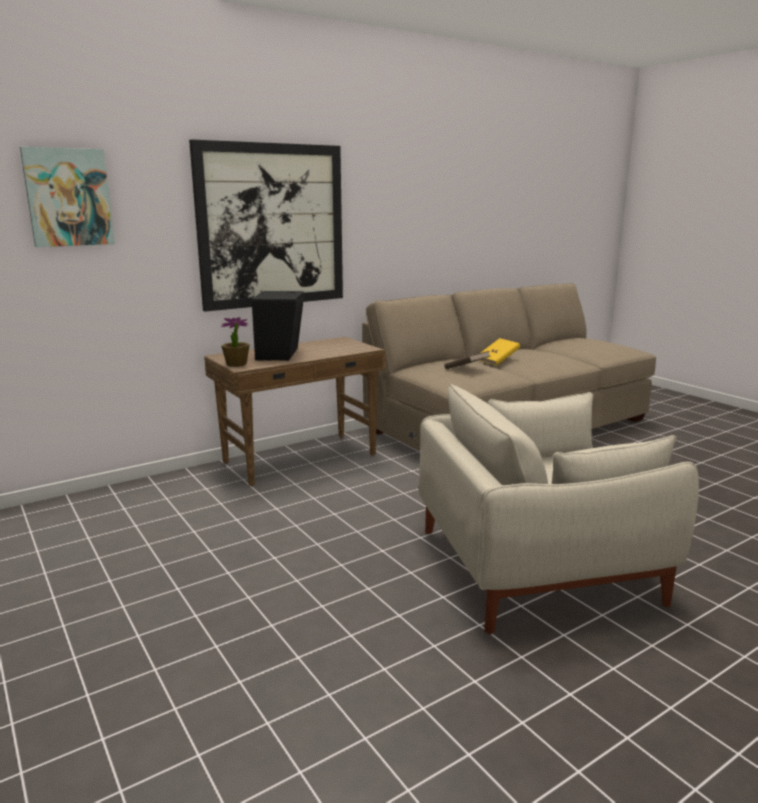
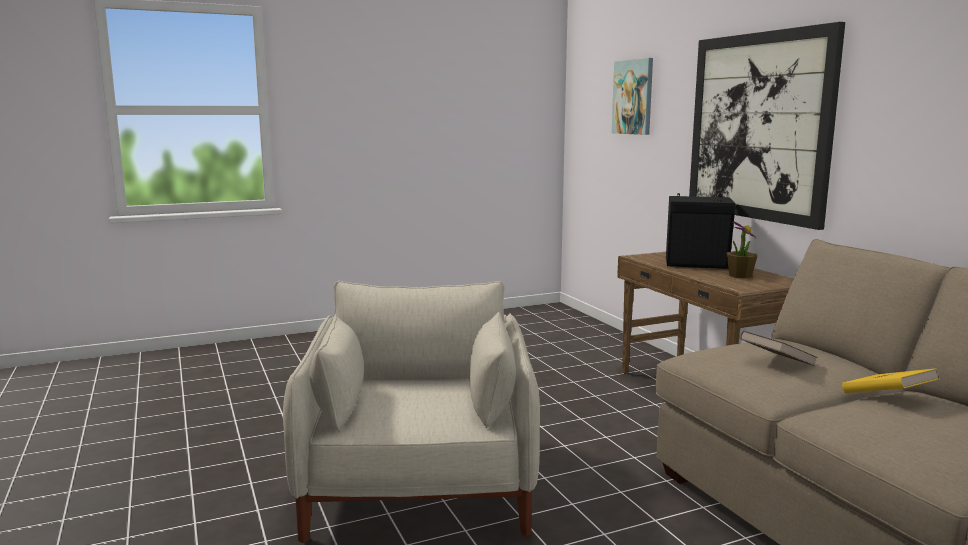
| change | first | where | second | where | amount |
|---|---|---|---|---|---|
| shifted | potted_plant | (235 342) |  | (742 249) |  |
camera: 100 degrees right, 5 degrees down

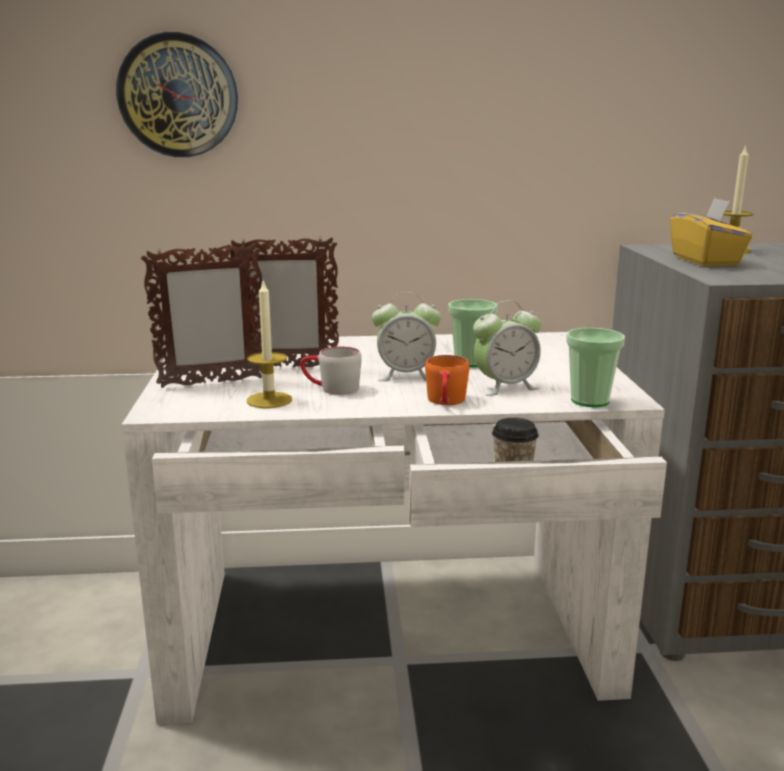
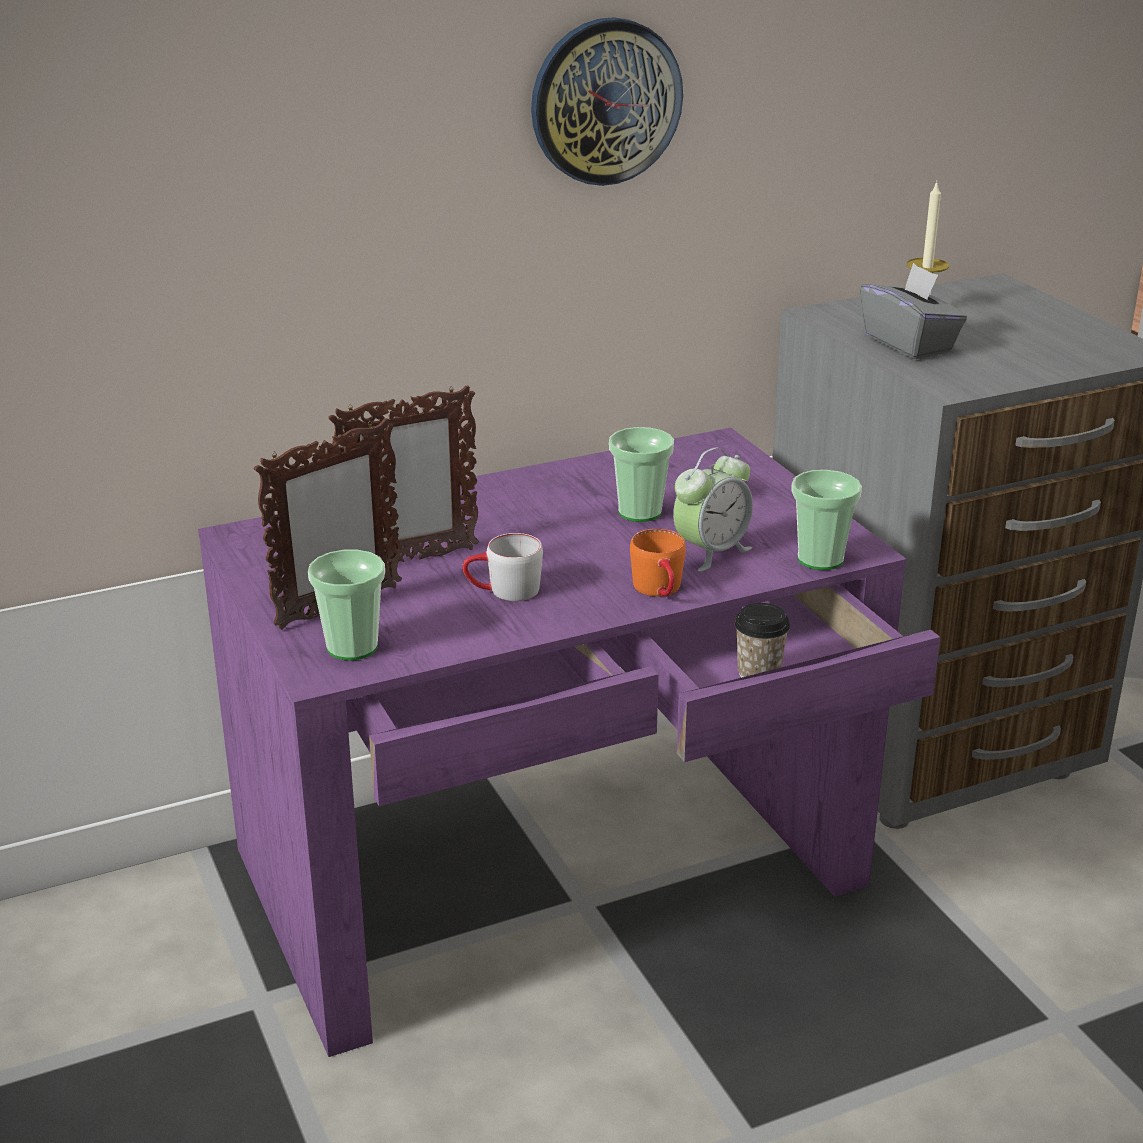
| change | first | where | second | where | amount |
|---|---|---|---|---|---|
| gone | candle | (269 343) |  |  |  |
| gone | alarm_clock | (406 336) |  |  |  |
| new |  |  | cup | (346 605) |  |
| shifted | wall_clock | (177 94) |  | (607 101) |  |
| repainted | white_desk | (394 528) | purple_desk | (569 742) |  |
| repainted | yellow_tissue_box | (711 232) | grey_tissue_box | (913 311) |  |
camera: 20 degrees left, 10 degrees up

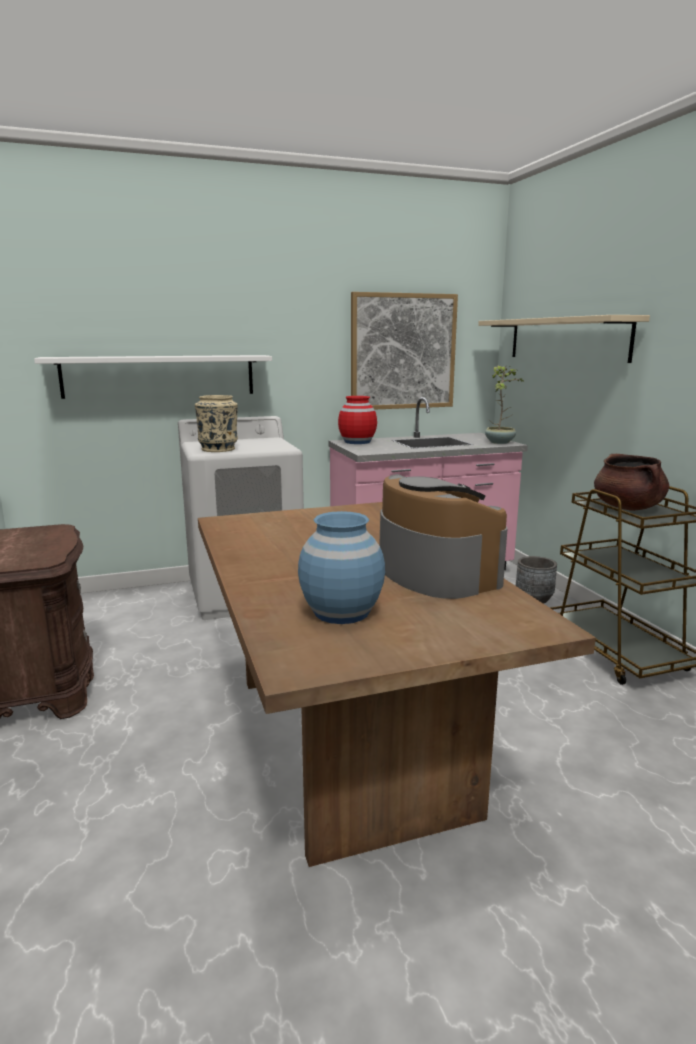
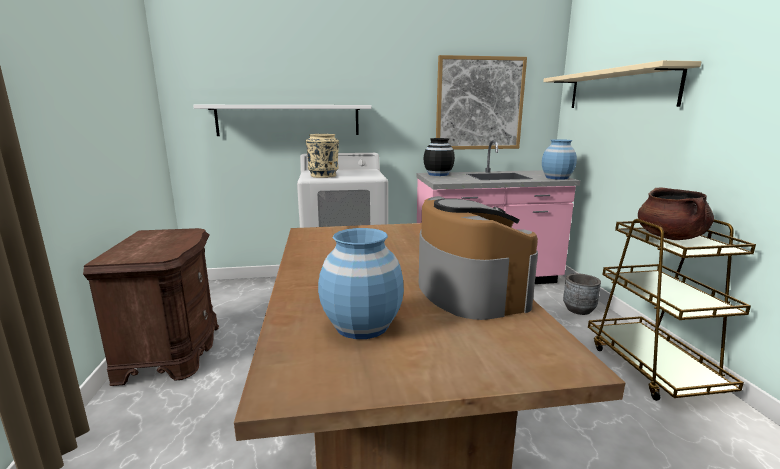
| change | first | where | second | where | amount |
|---|---|---|---|---|---|
| swapped | potted_plant | (505 405) | blue_vase | (559 159) |  |
| repainted | red_vase | (357 420) | black_vase | (439 157) |  |
camera: 10 degrees right, 0 degrees up

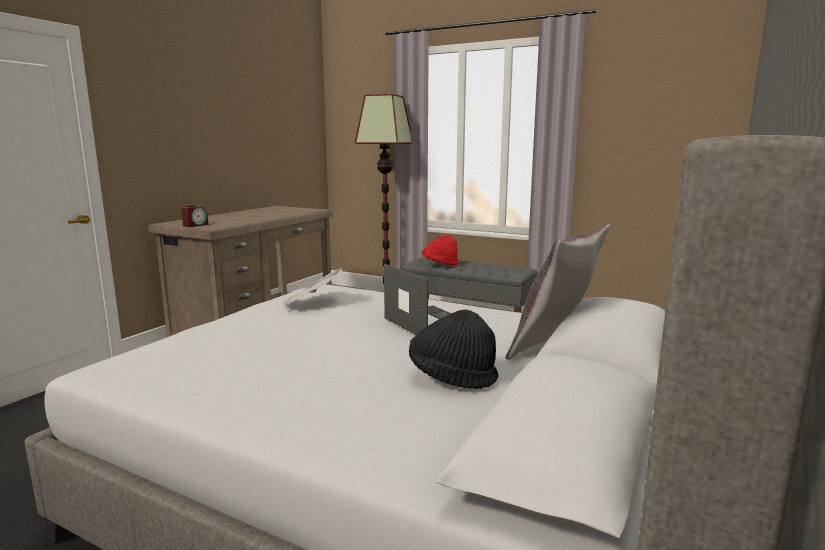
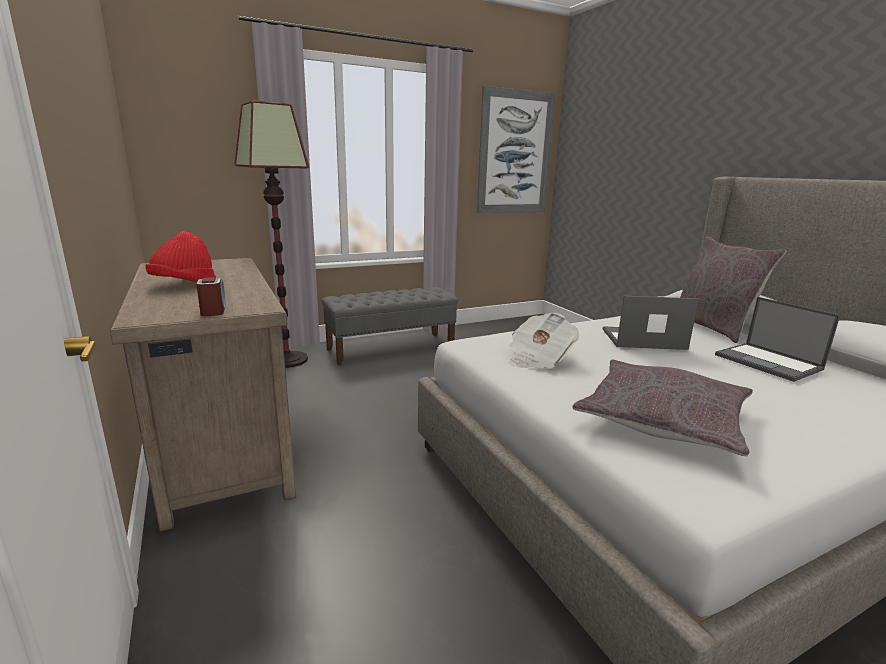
| change | first | where | second | where | amount |
|---|---|---|---|---|---|
| new |  |  | picture | (516 149) |  |
| new |  |  | grey_pillow | (662 408) |  |
| shifted | red_hat | (440 250) |  | (181 256) |  |
| swapped | black_hat | (453 349) | laptop | (777 339) |  |
camera: 55 degrees left, 5 degrees up

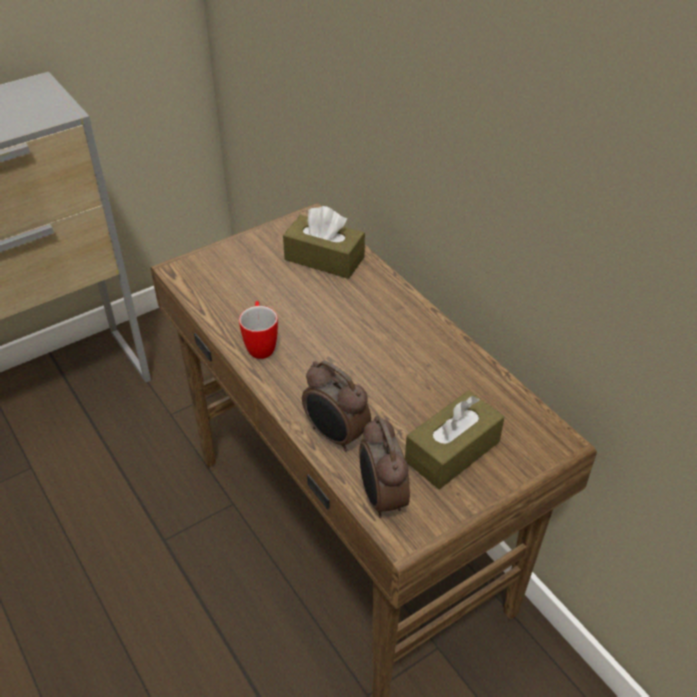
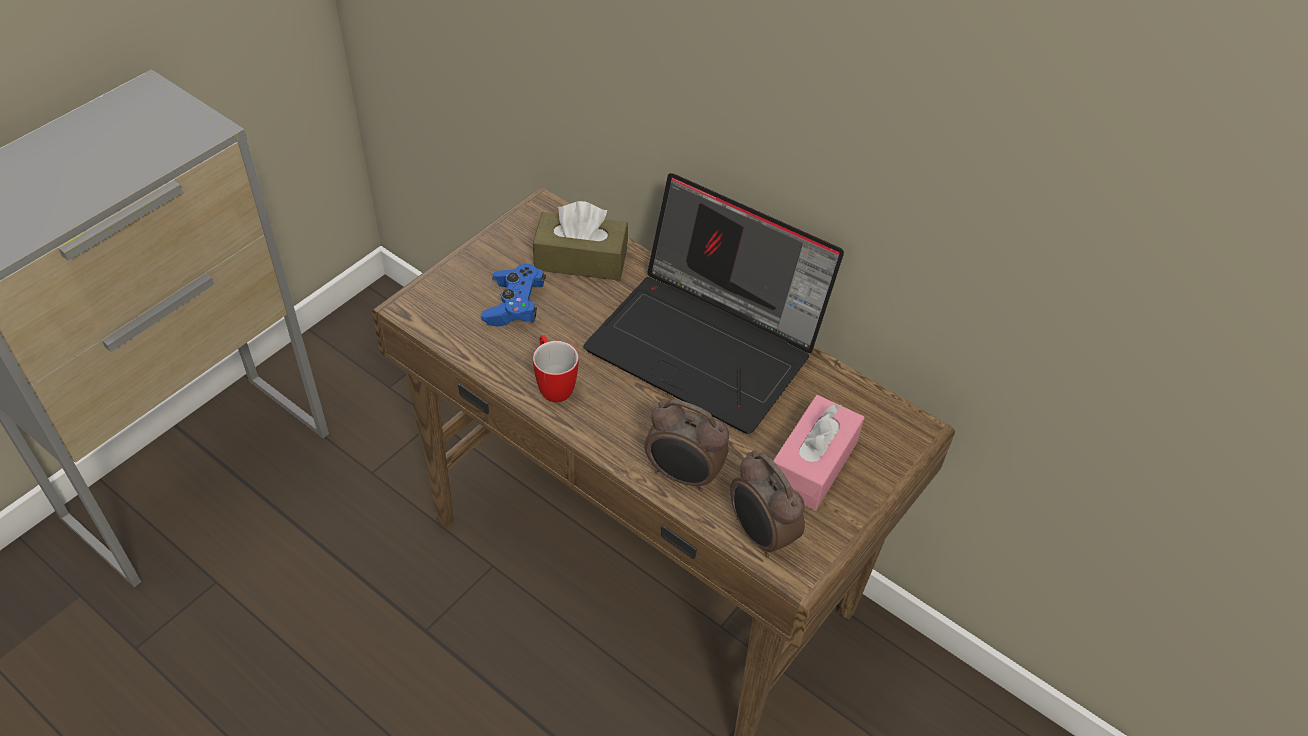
| change | first | where | second | where | amount |
|---|---|---|---|---|---|
| new |  |  | blue_game_controller | (513 295) |  |
| new |  |  | laptop | (713 303) |  |
| repainted | brown_tissue_box | (454 440) | pink_tissue_box | (819 453) |  |
camera: 20 degrees left, 5 degrees up

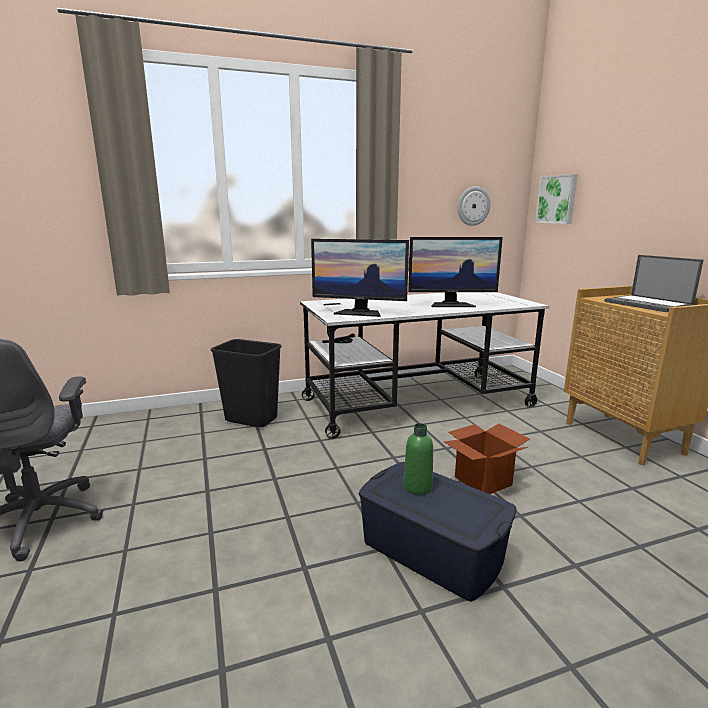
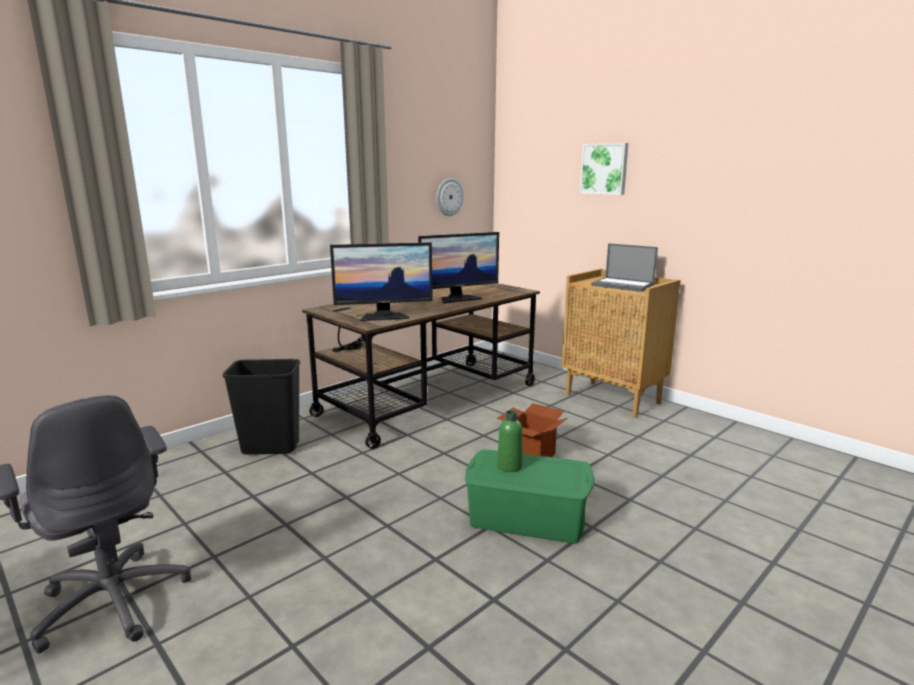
| change | first | where | second | where | amount |
|---|---|---|---|---|---|
| shifted | picture | (556 199) |  | (604 169) |  |
| repainted | white_desk | (425 365) | brown_desk | (421 366) |  |
| repainted | blue_storage_box | (437 532) | green_storage_box | (529 496) |  |
camera: 25 degrees left, 0 degrees up

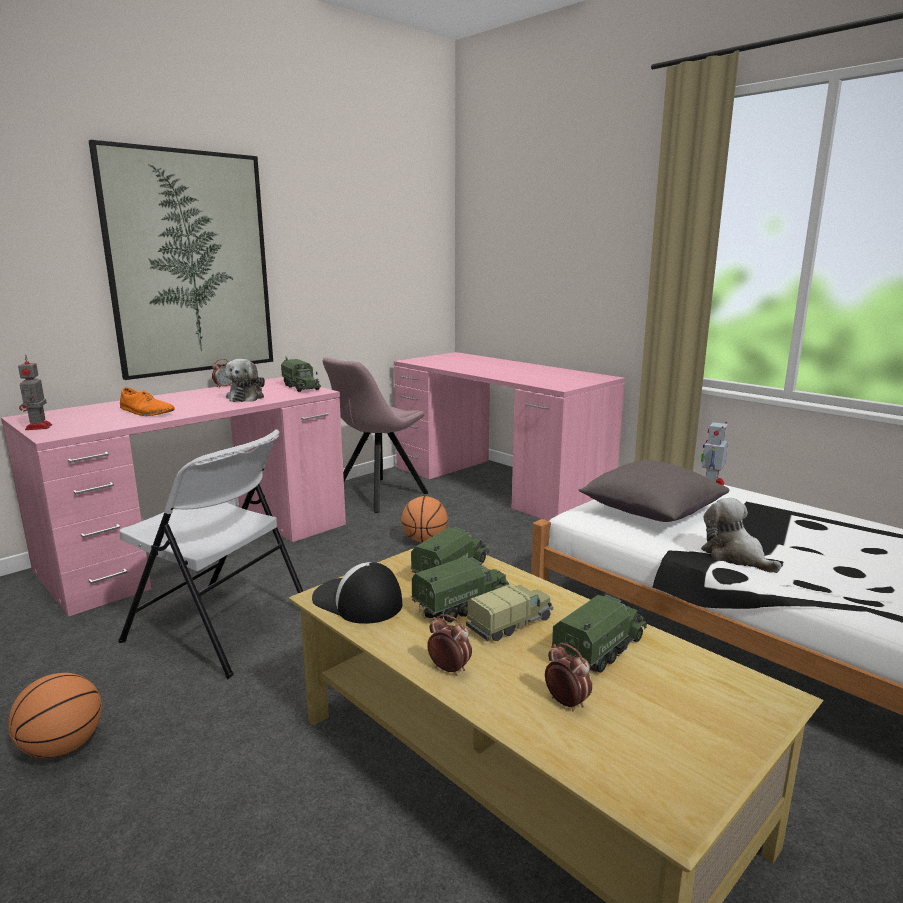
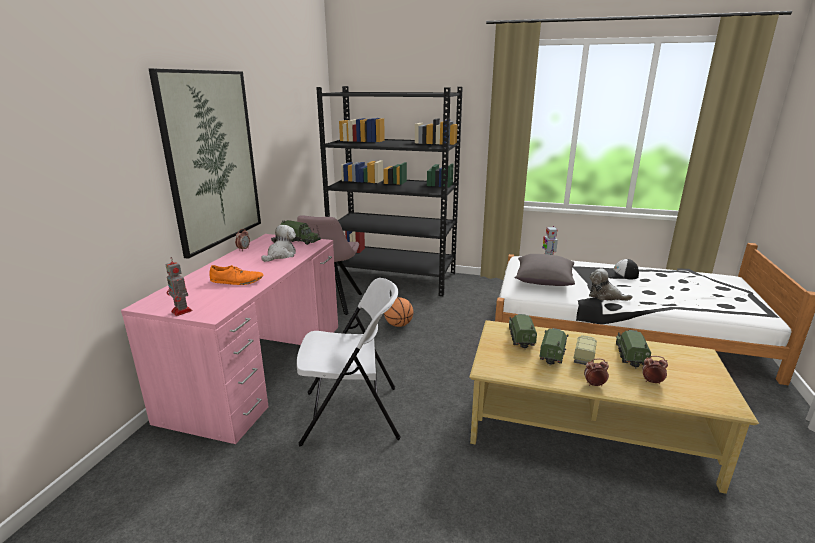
| change | first | where | second | where | amount |
|---|---|---|---|---|---|
| gone | basketball | (55 715) |  |  |  |
| shifted | cap | (357 593) |  | (622 269) |  |
| swapped | pink_desk | (509 436) | black_bookcase | (389 191) |  |
| rotated | plush_toy | (245 380) |  | (278 243) | 120 degrees counterclockwise |
camera: 30 degrees left, 5 degrees up

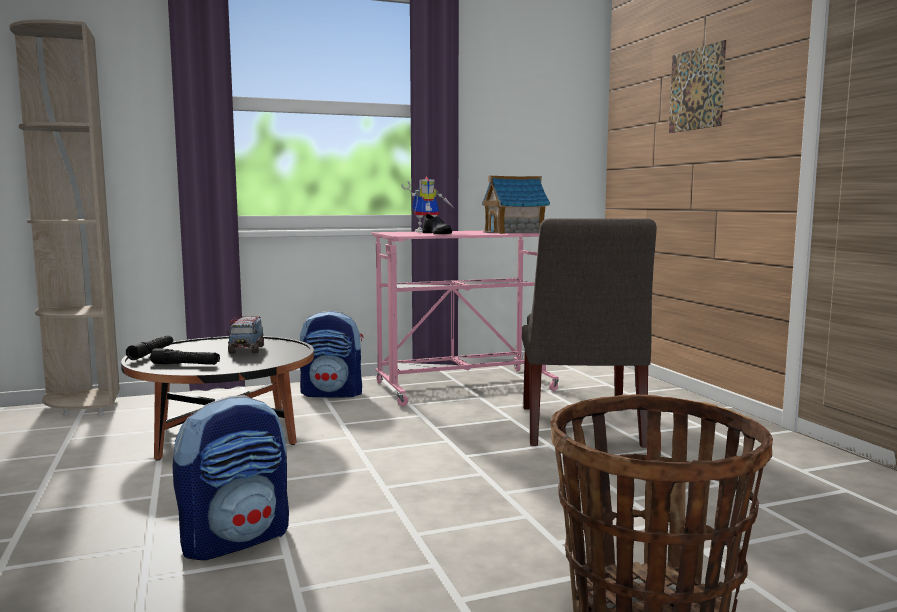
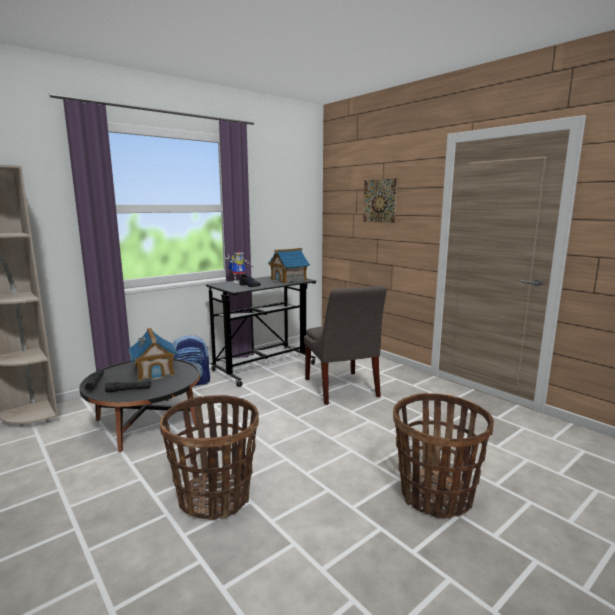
| change | first | where | second | where | amount |
|---|---|---|---|---|---|
| swapped | backpack | (230 477) | basket | (209 457) |  |
| swapped | toy_truck | (245 335) | toy_house | (153 354) |  |
| repainted | pink_desk | (465 318) | black_desk | (261 331) |  |
camera: 20 degrees left, 5 degrees up

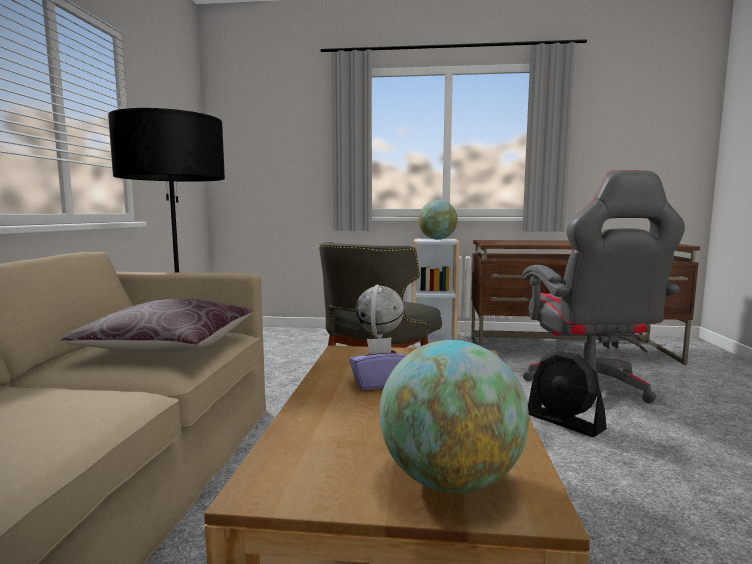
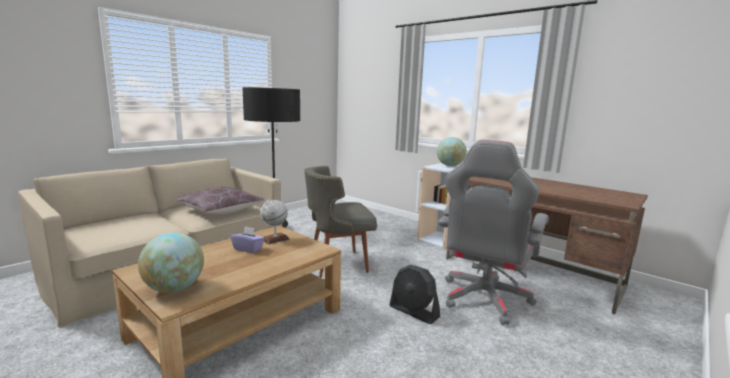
| change | first | where | second | where | amount |
|---|---|---|---|---|---|
| rotated | black_fan | (567 394) |  | (414 294) | 45 degrees counterclockwise |
camera: 35 degrees right, 5 degrees up

